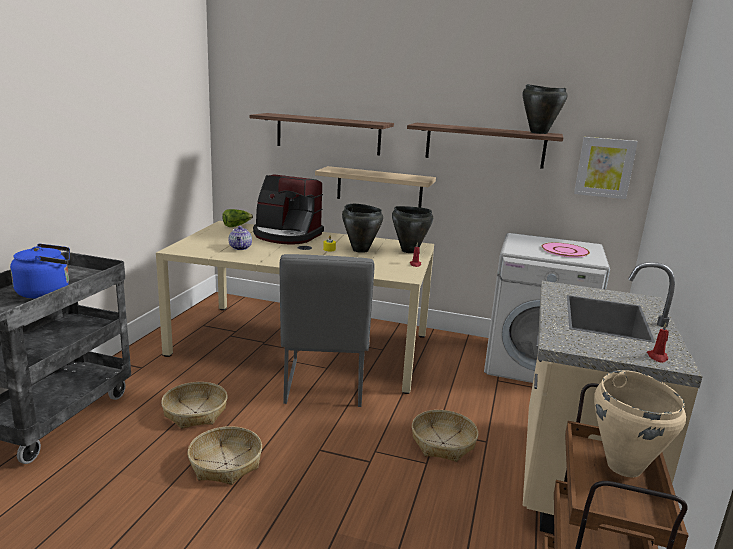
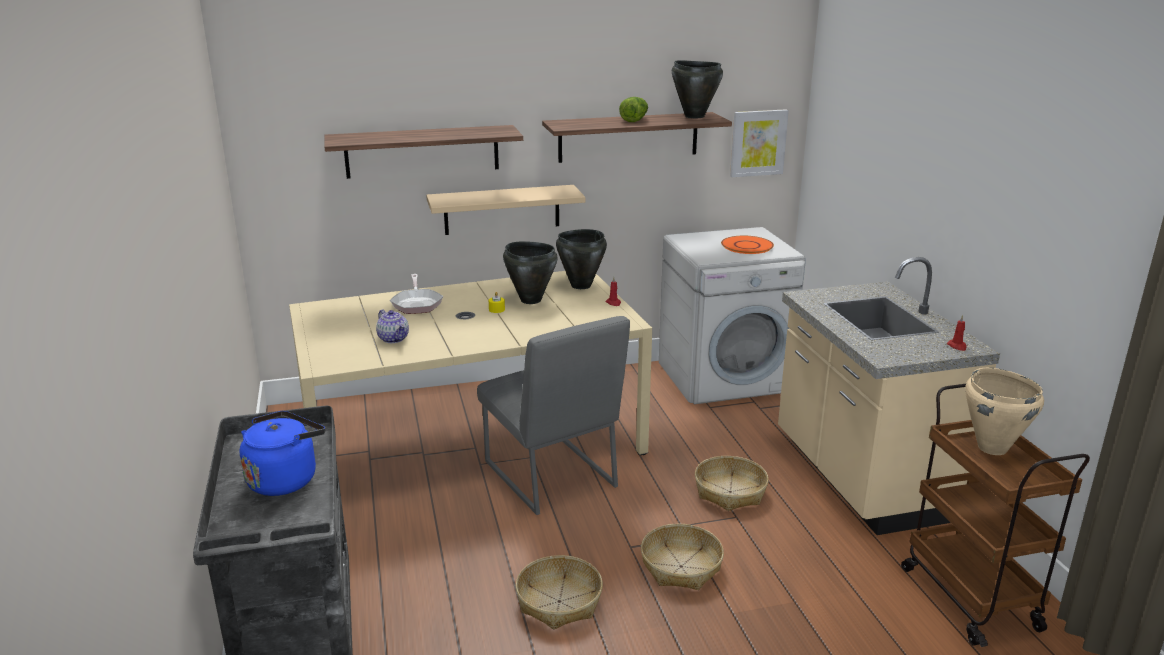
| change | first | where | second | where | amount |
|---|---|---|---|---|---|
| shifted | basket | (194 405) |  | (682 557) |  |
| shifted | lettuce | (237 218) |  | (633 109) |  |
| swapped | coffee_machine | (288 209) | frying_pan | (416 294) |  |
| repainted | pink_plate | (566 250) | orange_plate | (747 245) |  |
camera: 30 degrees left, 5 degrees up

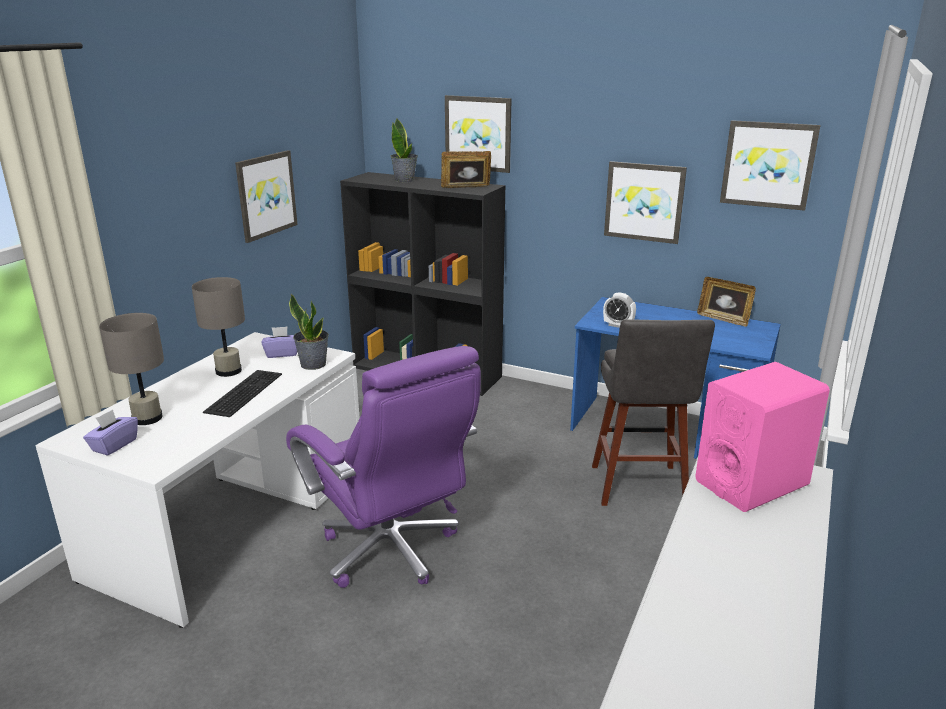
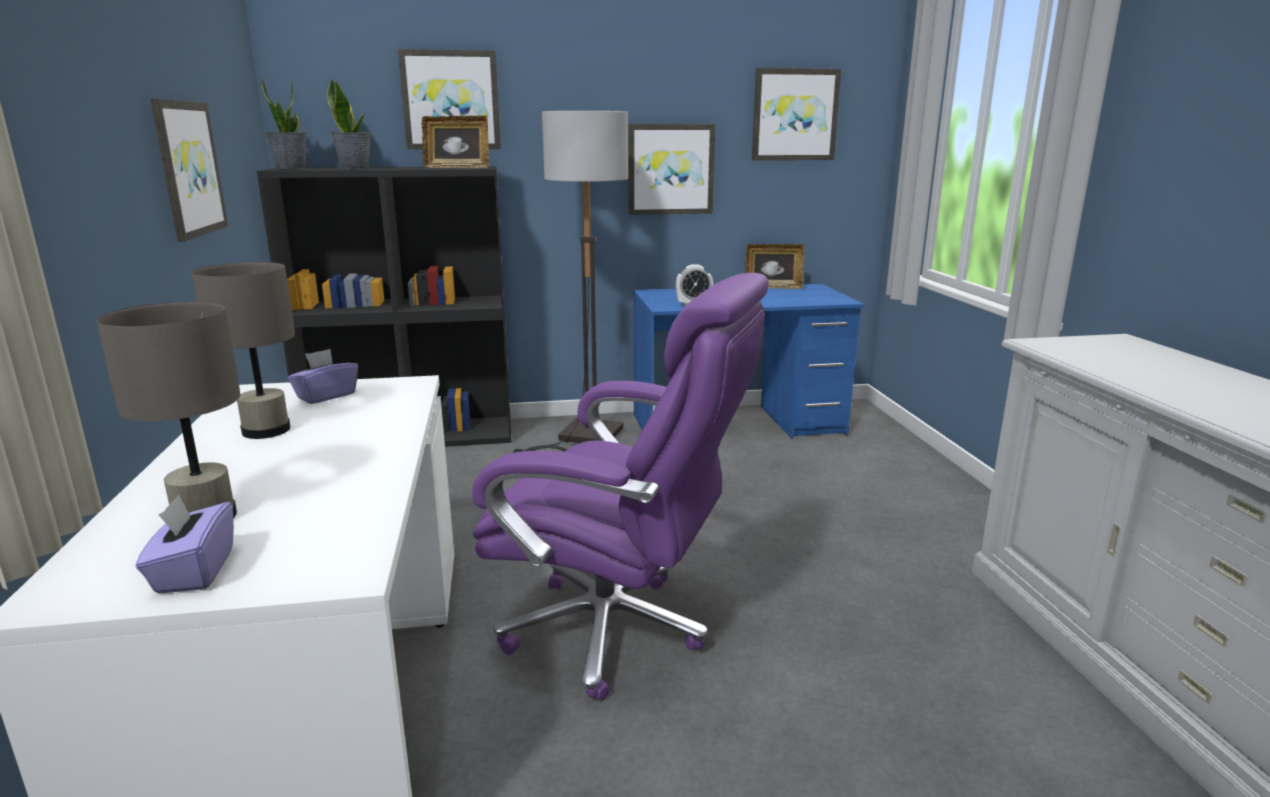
| change | first | where | second | where | amount |
|---|---|---|---|---|---|
| gone | keyboard | (242 393) |  |  |  |
| gone | grey_stool | (653 412) |  |  |  |
| gone | pink_speaker | (762 437) |  |  |  |
| new |  |  | floor_lamp | (570 282) |  |
| shifted | potted_plant | (309 332) |  | (284 123) |  |
| rotated | picture_frame | (466 169) |  | (455 142) | 135 degrees counterclockwise |
camera: 35 degrees left, 5 degrees down

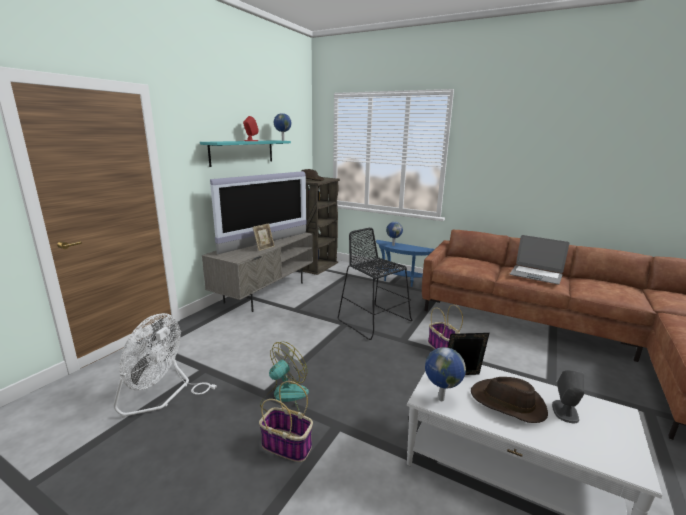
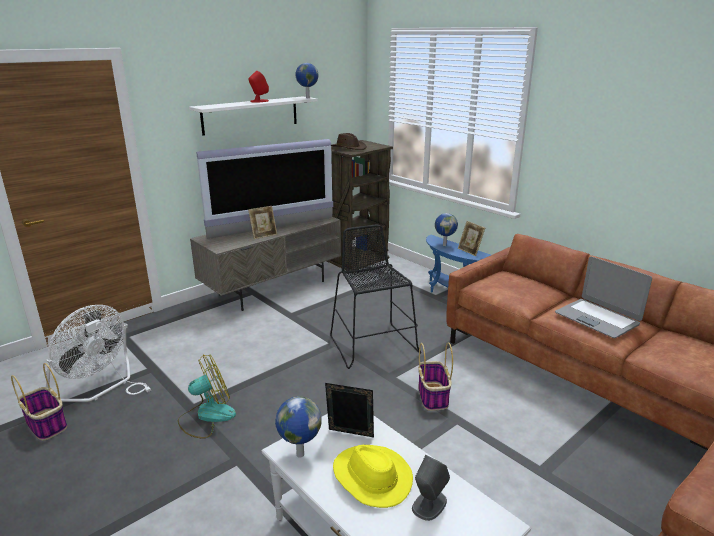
| change | first | where | second | where | amount |
|---|---|---|---|---|---|
| new |  |  | picture_frame | (471 238) |  |
| shifted | basket | (286 421) |  | (39 402) |  |
| repainted | turquoise_shelf | (245 153) | white_shelf | (253 116) |  |
| repainted | brown_hat | (509 400) | yellow_hat | (373 476) |  |
camera: 20 degrees right, 5 degrees up

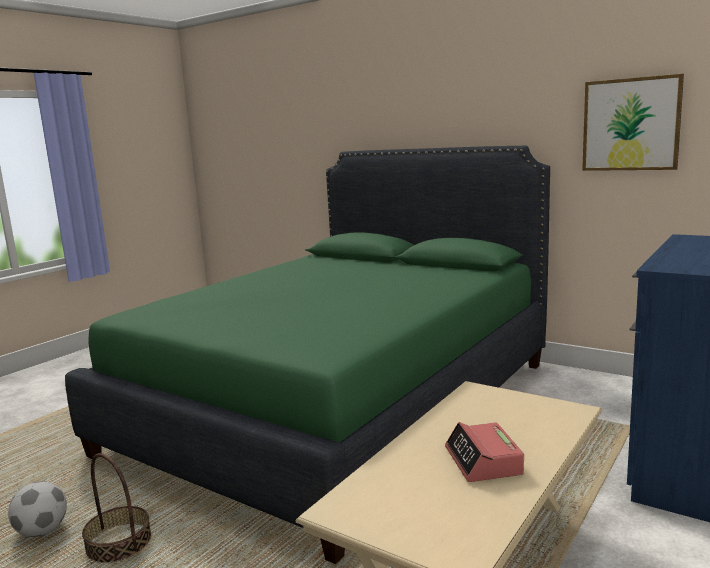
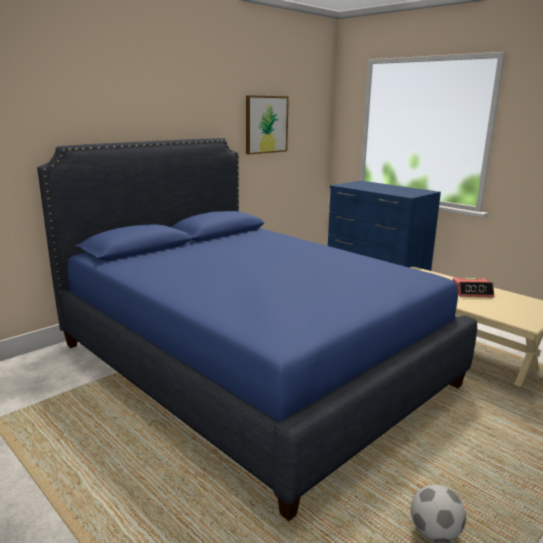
| change | first | where | second | where | amount |
|---|---|---|---|---|---|
| gone | basket | (116 508) |  |  |  |
| repainted | green_bed | (307 355) | blue_bed | (257 329) |  |
camera: 80 degrees left, 5 degrees up

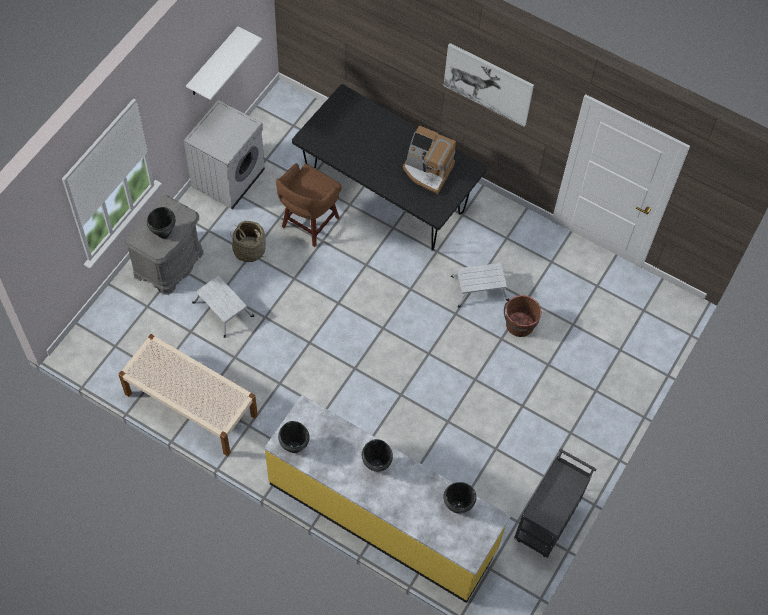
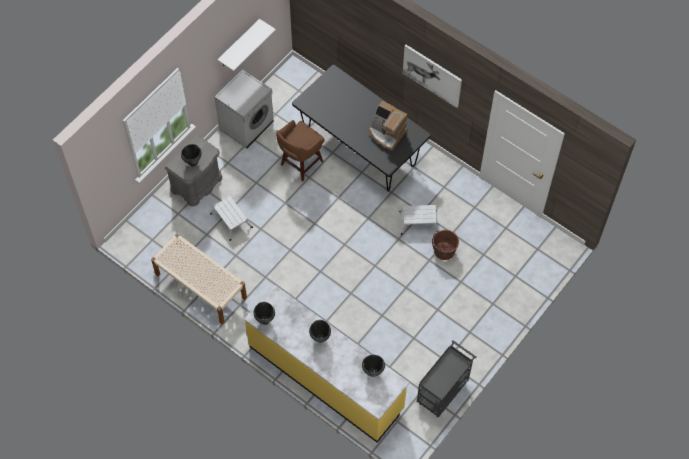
| change | first | where | second | where | amount |
|---|---|---|---|---|---|
| gone | basket | (248 241) |  |  |  |
camera: 10 degrees right, 0 degrees up

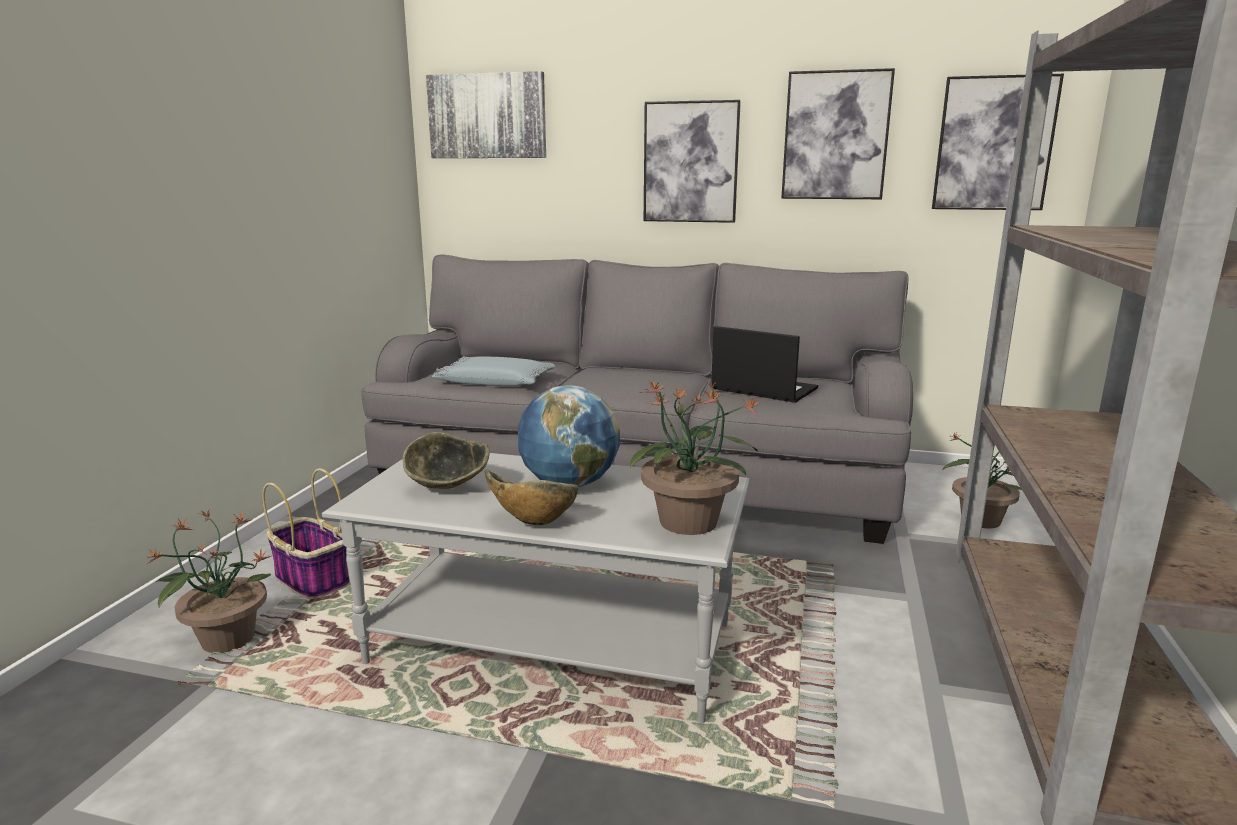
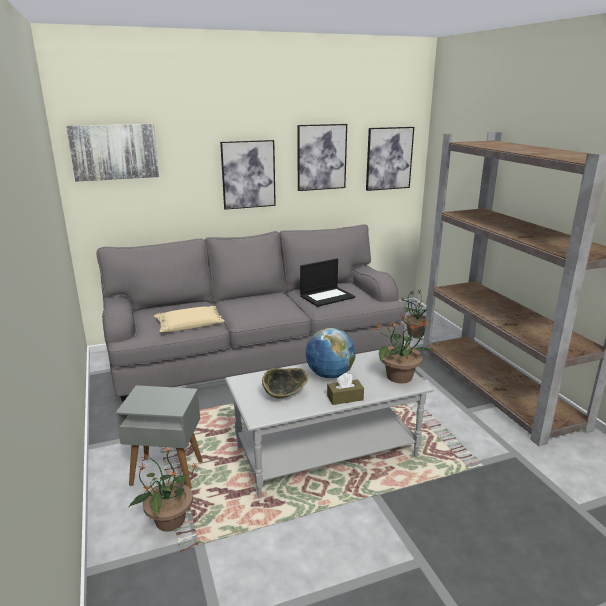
| change | first | where | second | where | amount |
|---|---|---|---|---|---|
| swapped | basket | (306 533) | grey_side_table | (159 437) |  |
| swapped | bowl | (531 497) | brown_tissue_box | (345 389) |  |
| repainted | blue_pillow | (494 371) | beige_pillow | (189 318) |  |
| rotated | laptop | (764 364) |  | (327 283) | 150 degrees clockwise |
camera: 35 degrees left, 5 degrees up

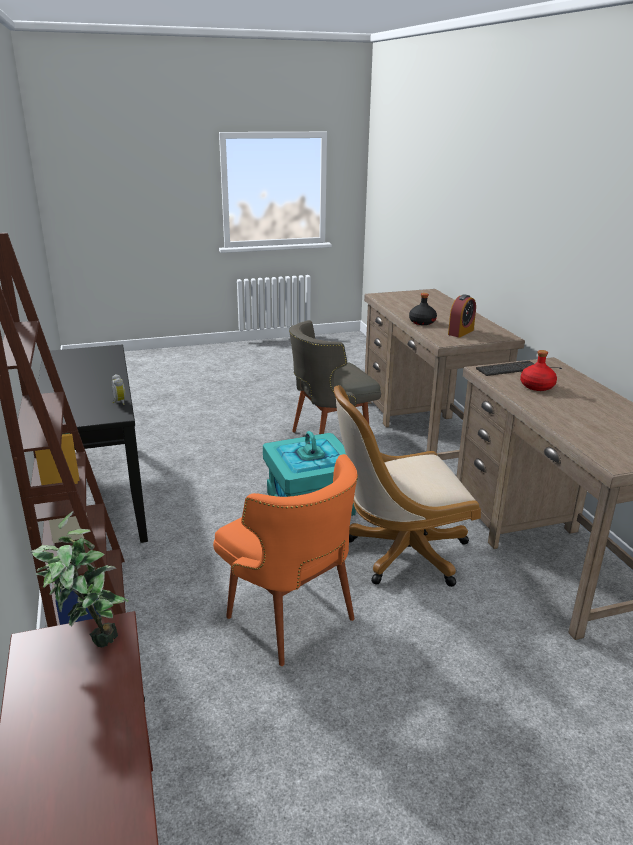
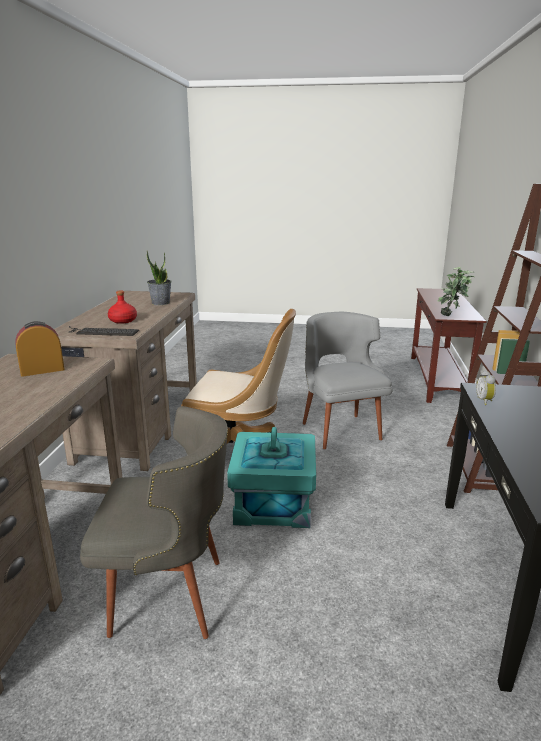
| change | first | where | second | where | amount |
|---|---|---|---|---|---|
| gone | black_bottle | (423 309) |  |  |  |
| new |  |  | potted_plant | (159 278) |  |
| repainted | orange_chair | (285 560) | grey_chair | (348 381) |  |
camera: 155 degrees left, 5 degrees down

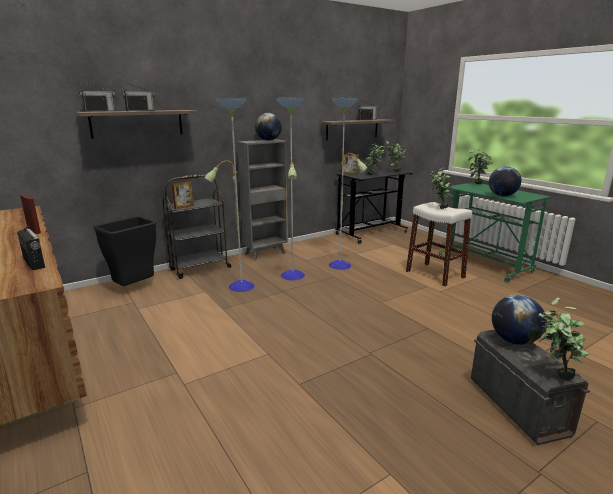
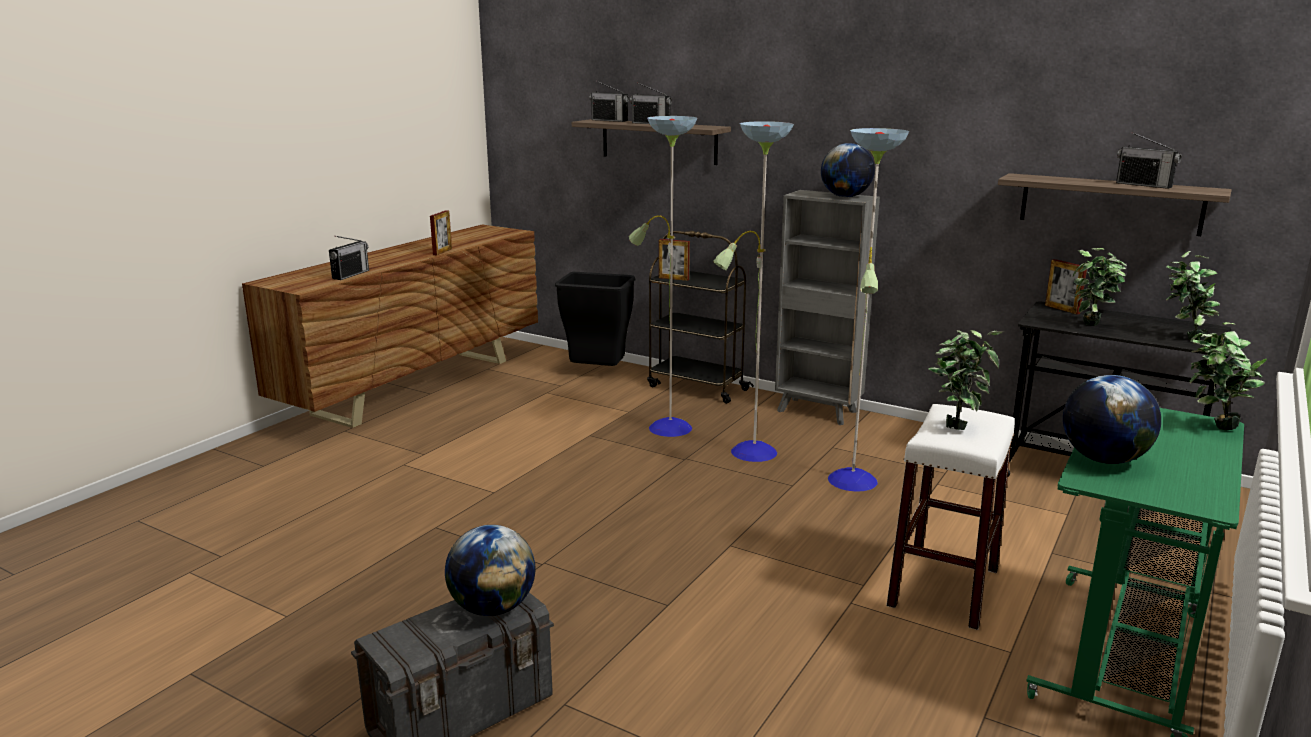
| change | first | where | second | where | amount |
|---|---|---|---|---|---|
| gone | potted_plant | (564 338) |  |  |  |
camera: 65 degrees right, 0 degrees up

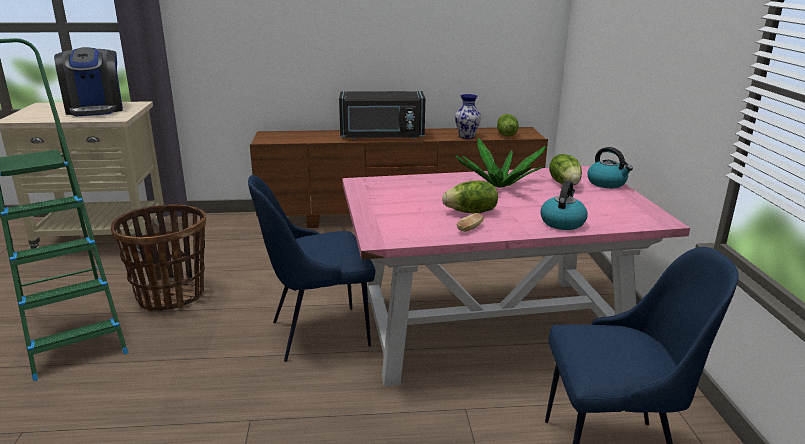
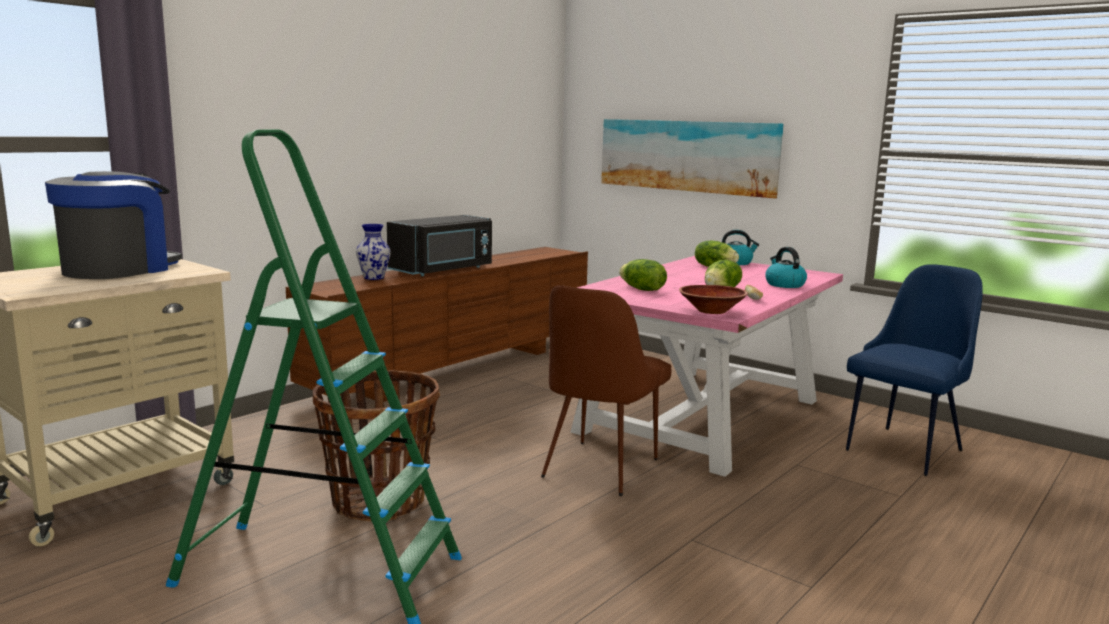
| change | first | where | second | where | amount |
|---|---|---|---|---|---|
| gone | potted_plant | (501 163) |  |  |  |
| new |  |  | picture | (692 158) |  |
| new |  |  | brown_bowl | (713 299) |  |
| shifted | vase | (468 116) |  | (373 252) |  |
| shifted | lettuce | (508 125) |  | (643 275) |  |
| repainted | blue_chair | (311 268) | brown_chair | (606 390) |  |
| rotated | coffee_machine | (88 81) |  | (113 225) | 90 degrees counterclockwise |
camera: 45 degrees left, 10 degrees down

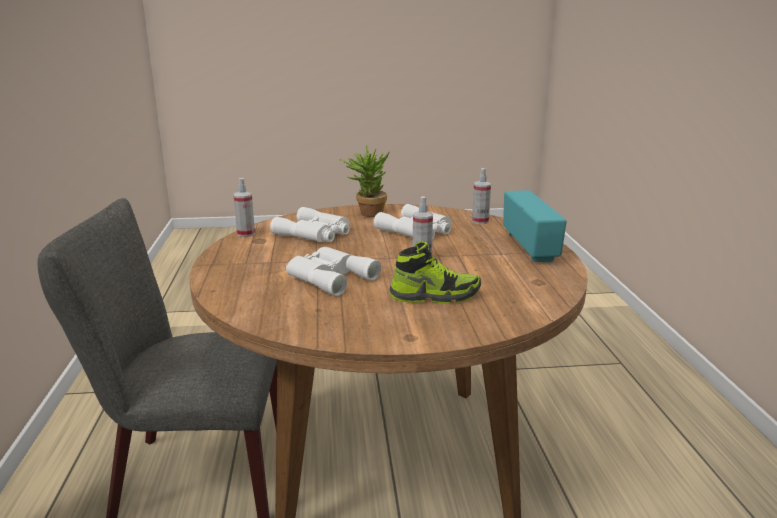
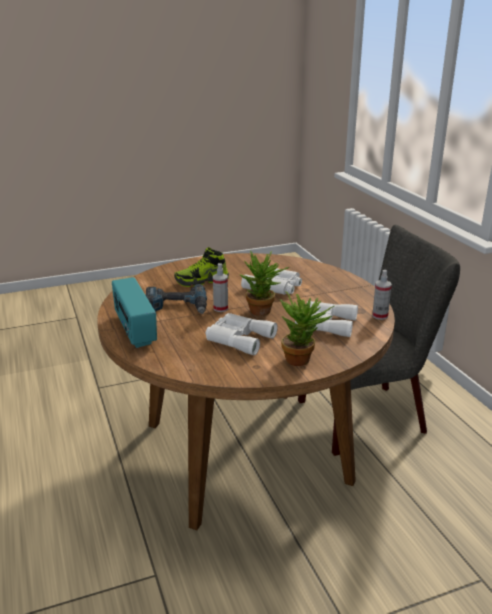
| change | first | where | second | where | amount |
|---|---|---|---|---|---|
| gone | spray_bottle | (481 196) |  |  |  |
| new |  |  | power_drill | (176 299) |  |
| new |  |  | potted_plant | (264 283) |  |
camera: 165 degrees right, 5 degrees up

